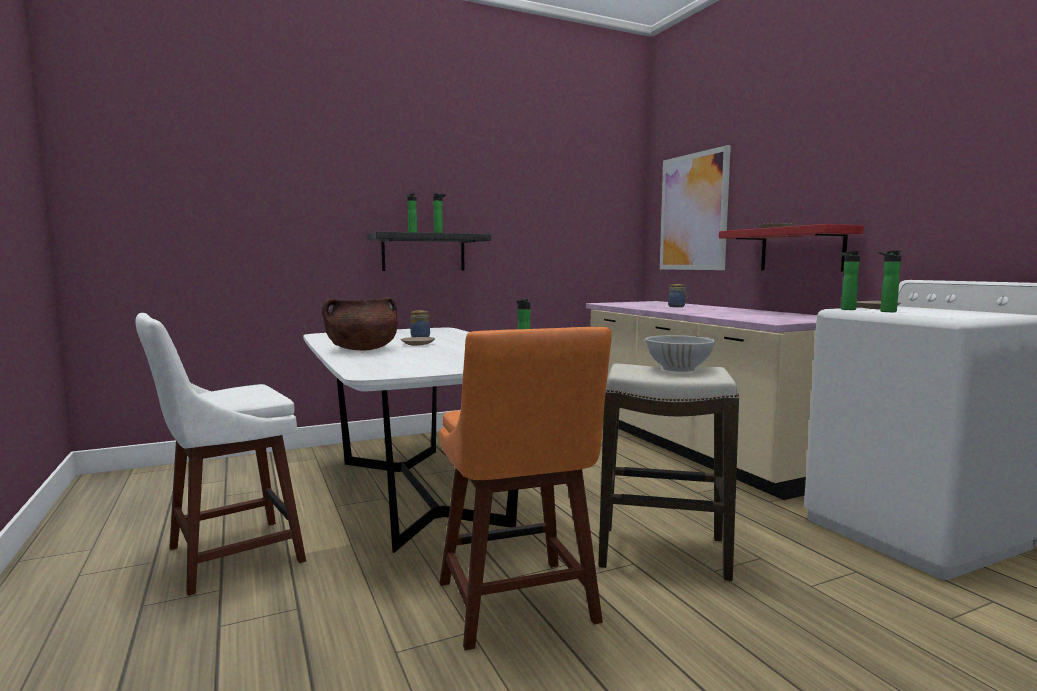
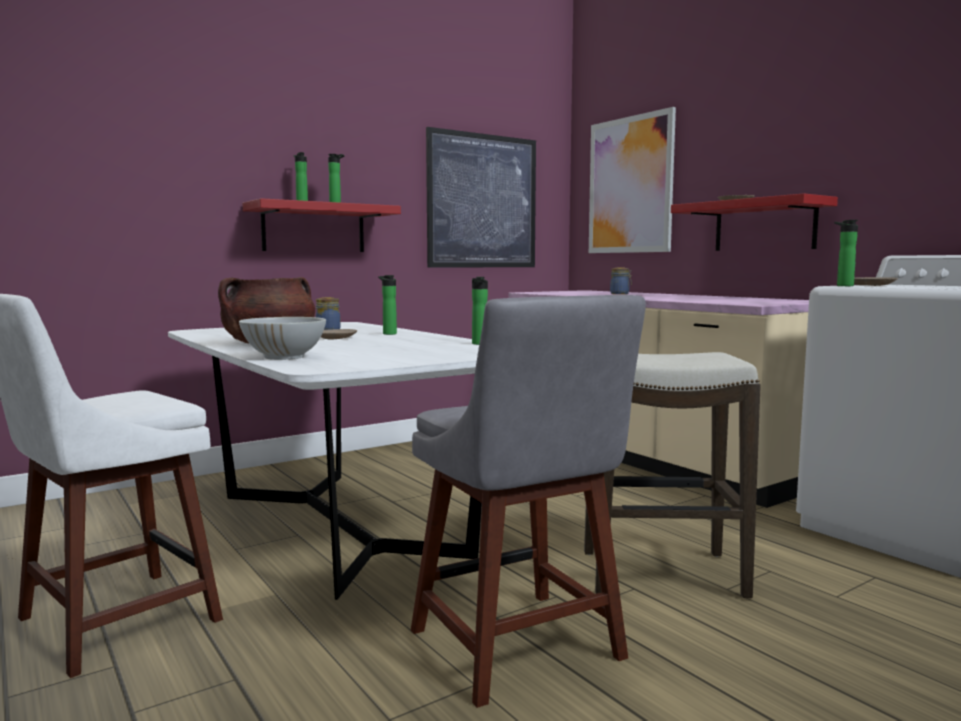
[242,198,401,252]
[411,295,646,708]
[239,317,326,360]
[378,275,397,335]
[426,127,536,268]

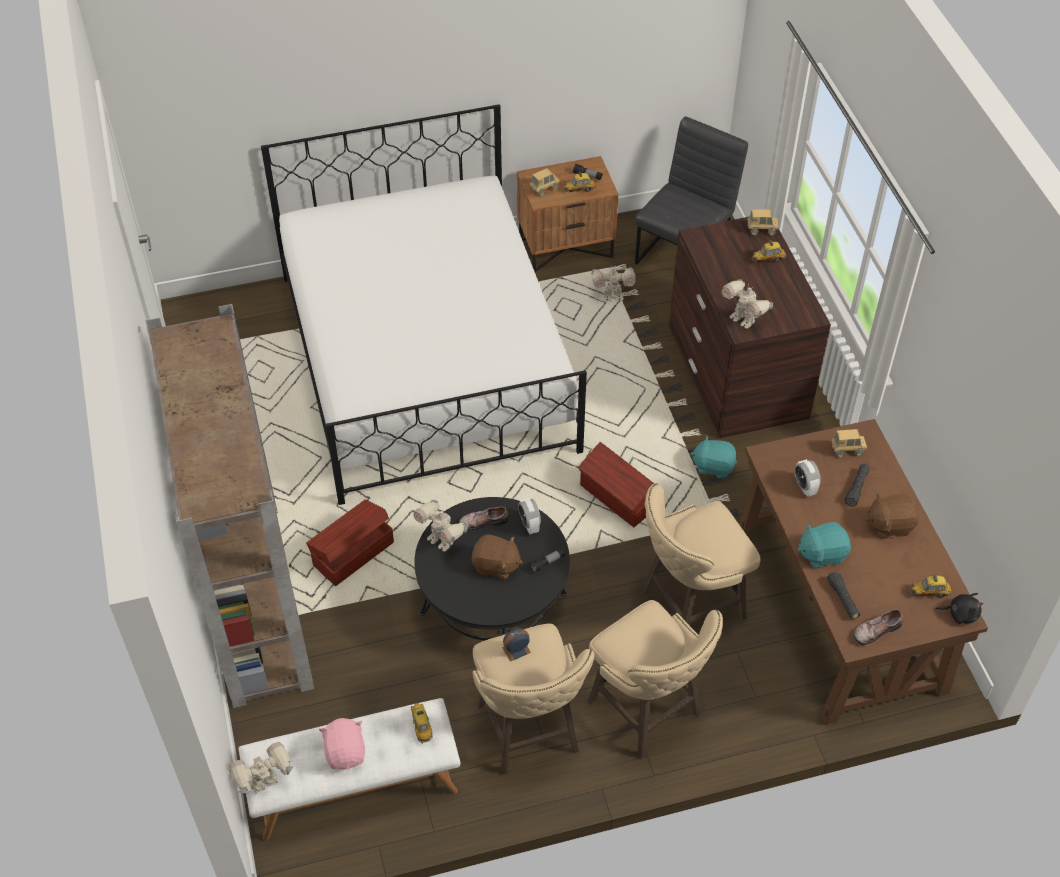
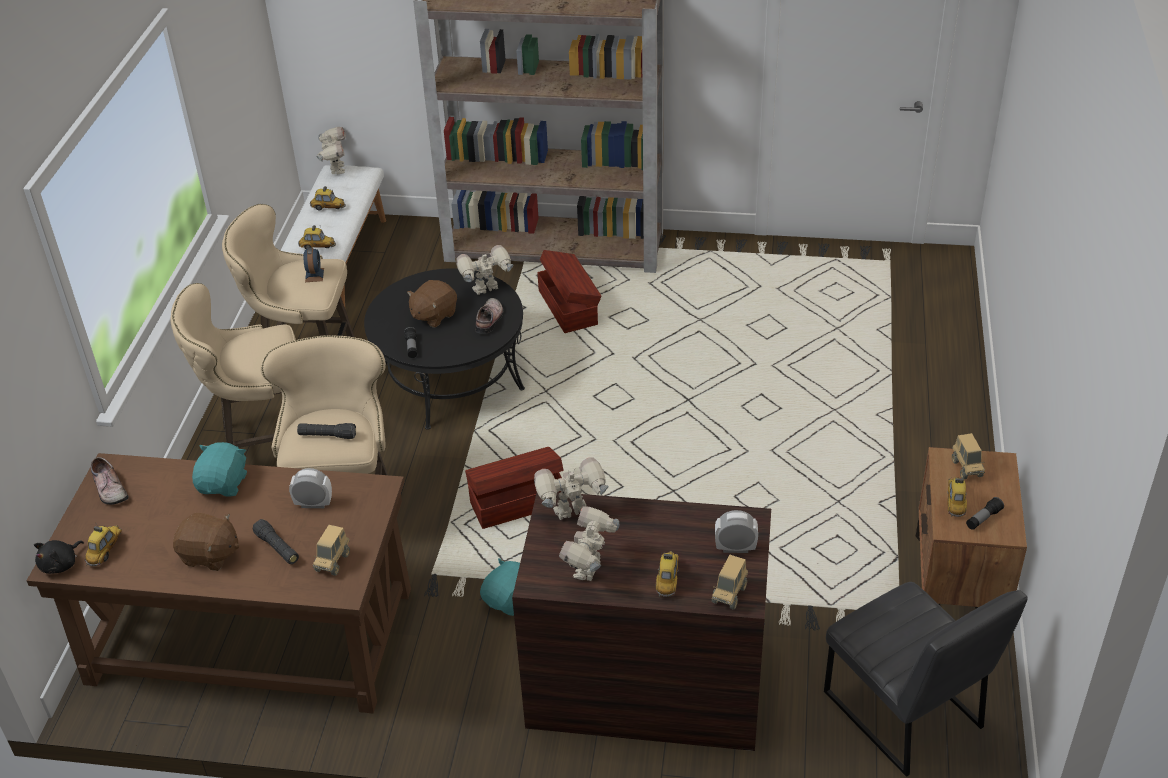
[261,104,587,505] (first image)
[310,186,346,210]
[715,510,758,553]
[559,506,619,581]
[297,423,356,439]
[91,457,129,505]
[173,513,239,571]

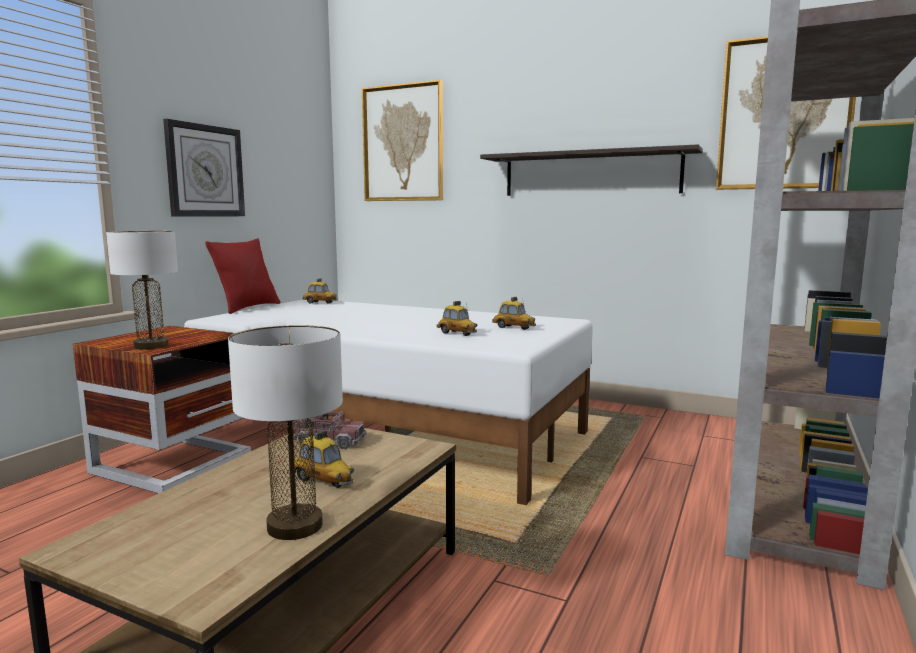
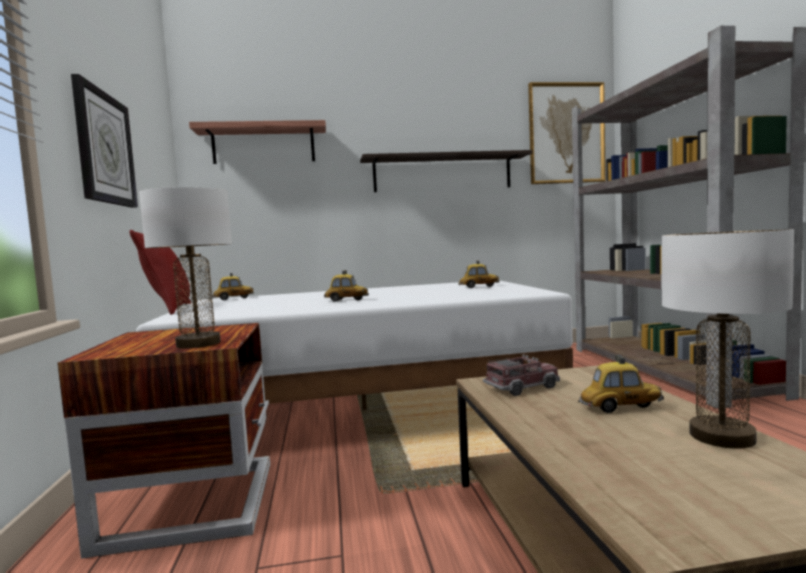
[189,120,326,164]
[324,270,369,302]

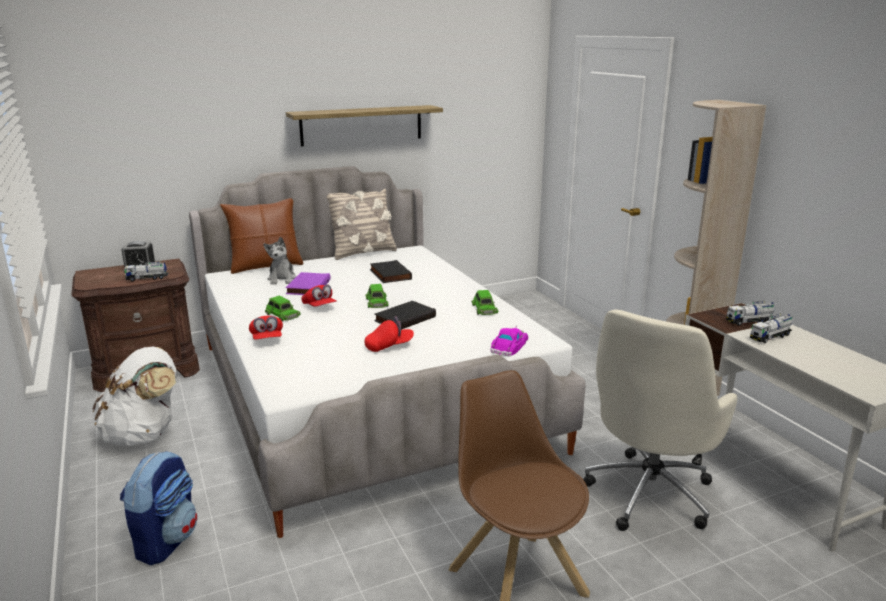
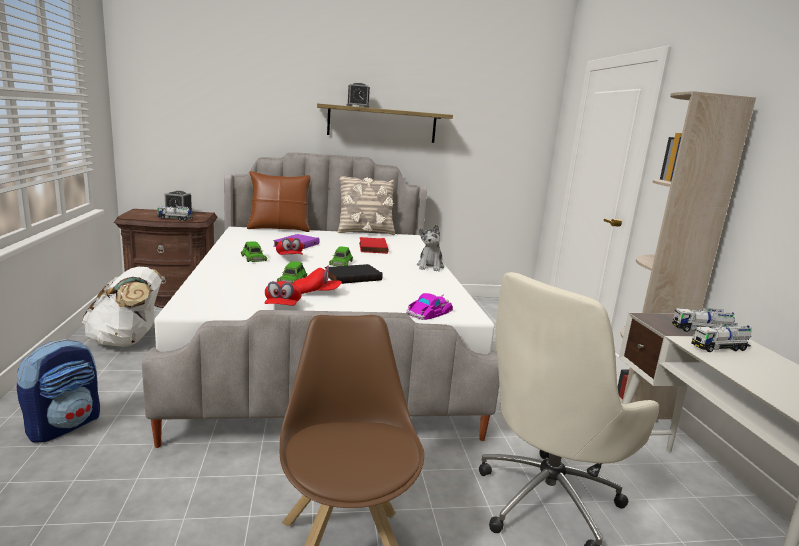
[264,281,301,306]
[417,224,444,272]
[359,237,389,254]
[277,261,307,284]
[347,83,370,108]

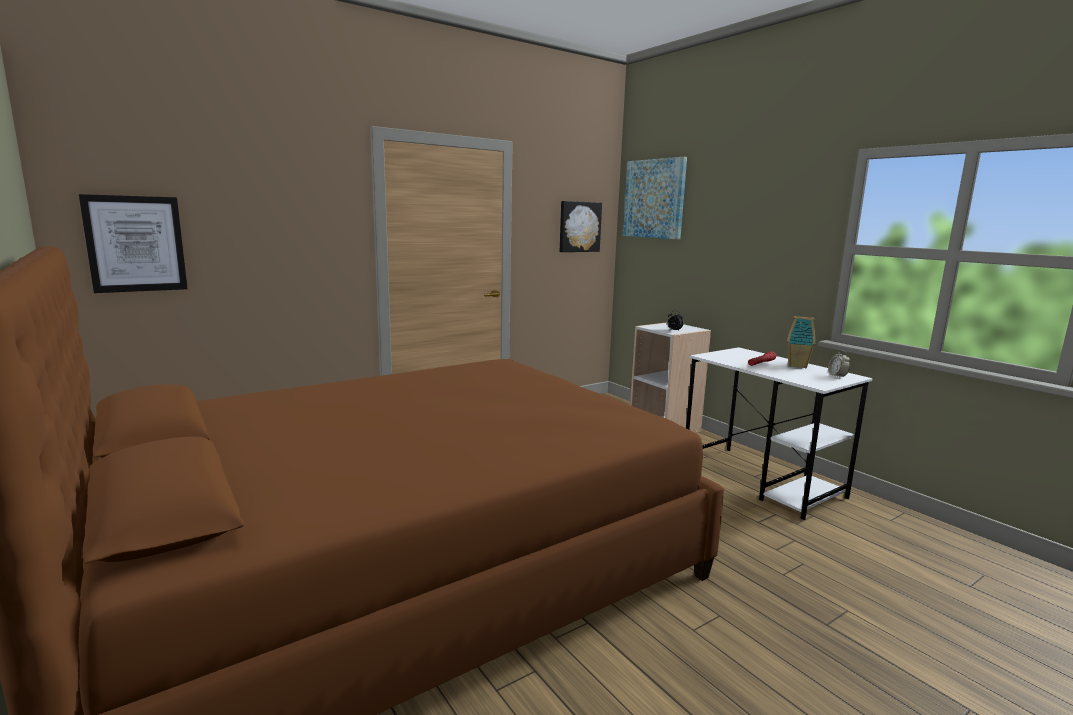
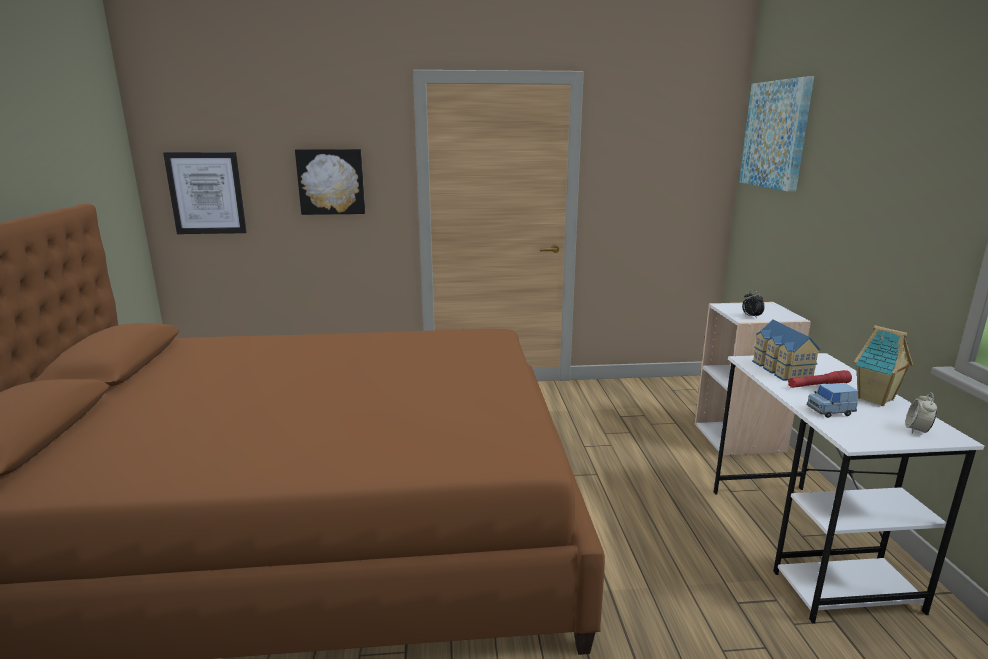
[295,149,365,215]
[752,320,820,381]
[807,383,859,418]

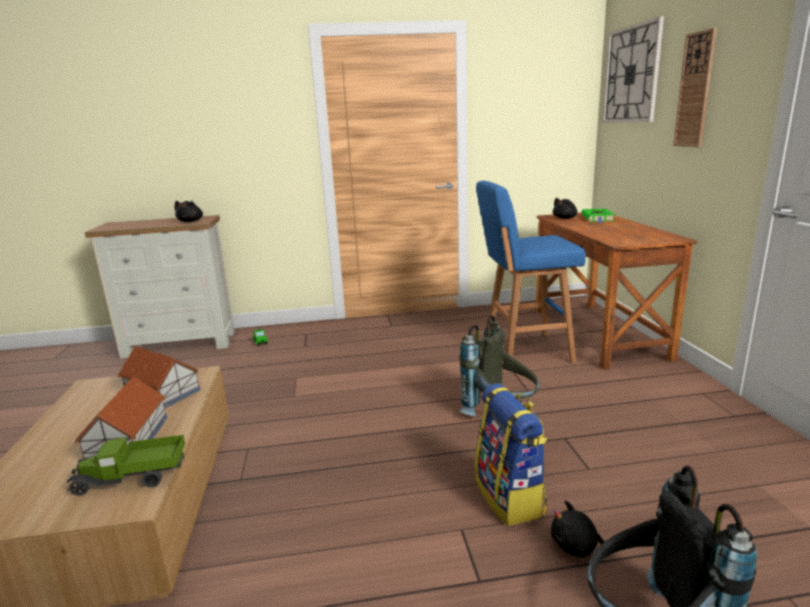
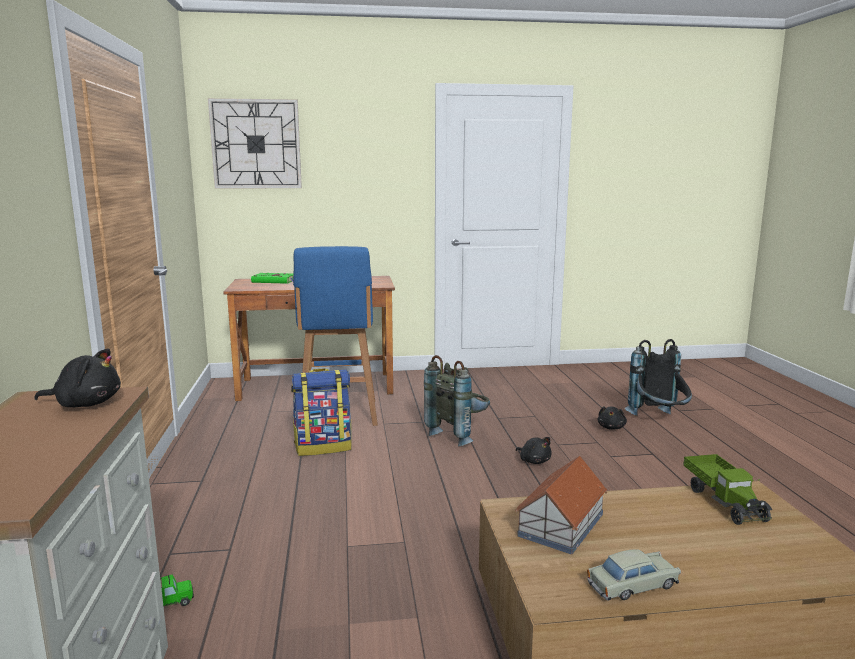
[74,376,167,458] (first image)
[291,368,352,456]
[516,437,552,464]
[673,28,717,147] (first image)
[587,549,681,601]

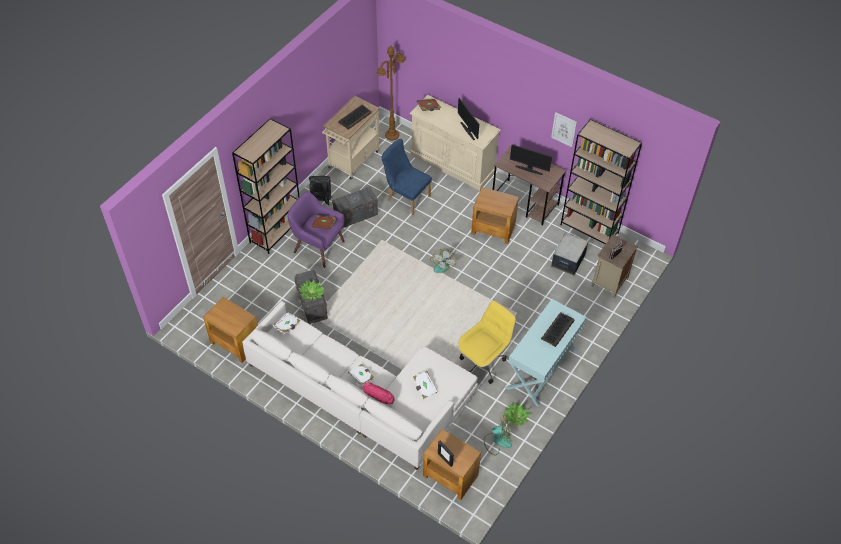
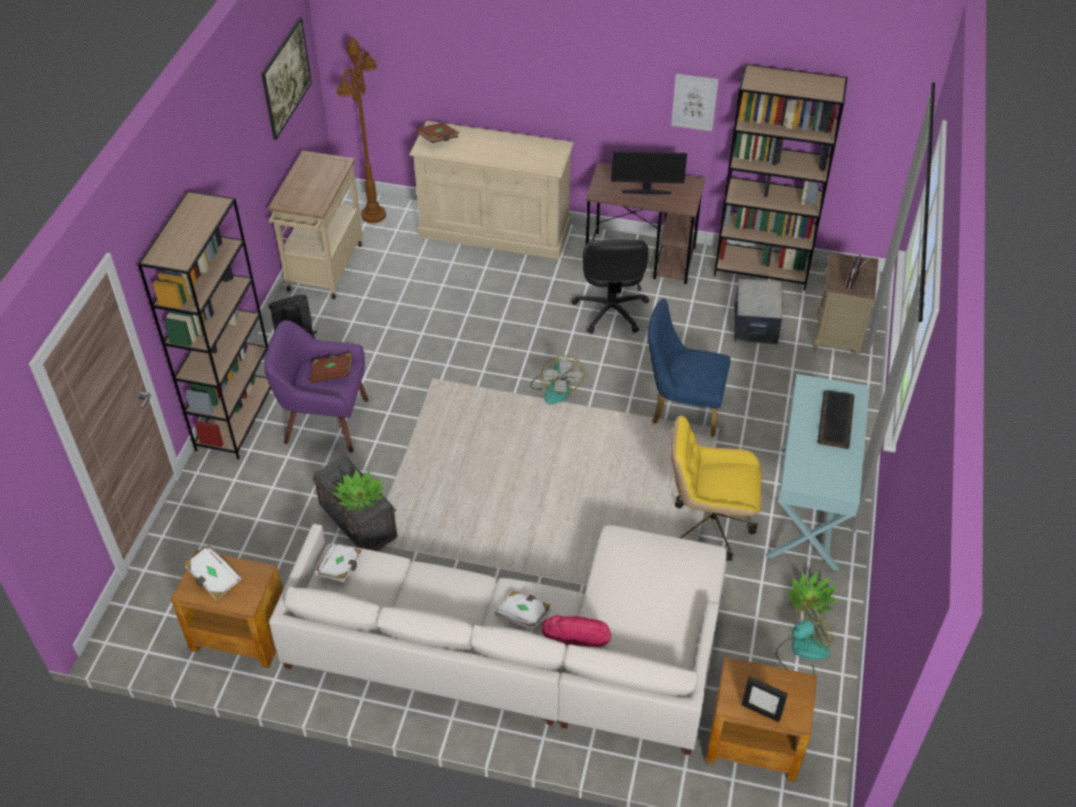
[332,187,378,228] (first image)
[338,105,372,130] (first image)
[647,298,730,437]
[184,545,242,600]
[458,98,479,140] (first image)
[671,415,762,561]
[571,240,649,334]
[261,18,312,140]

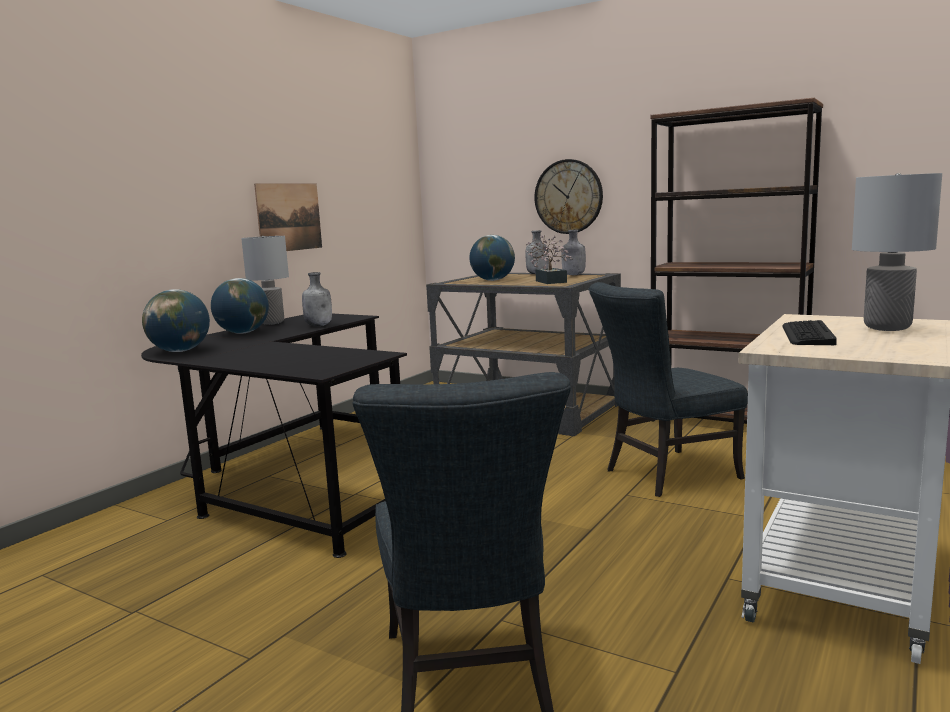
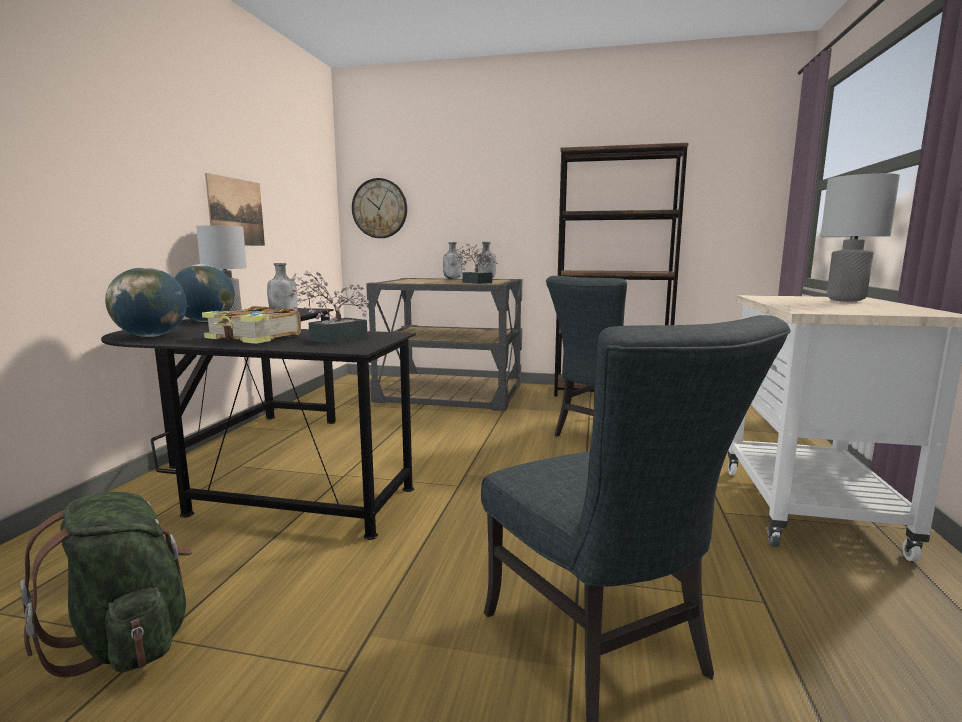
[469,235,515,281] (first image)
[352,178,407,238]
[782,320,837,345] (first image)
[20,492,193,677]
[202,306,301,344]
[290,271,369,344]

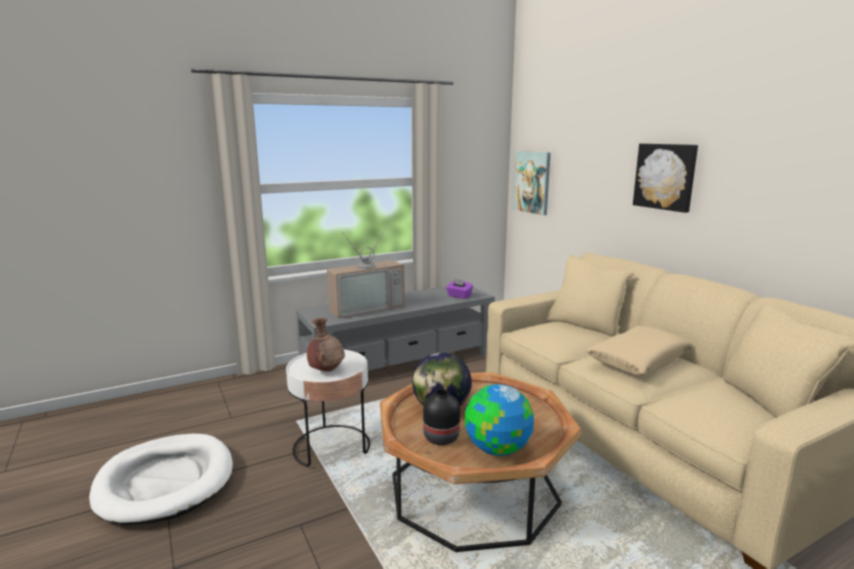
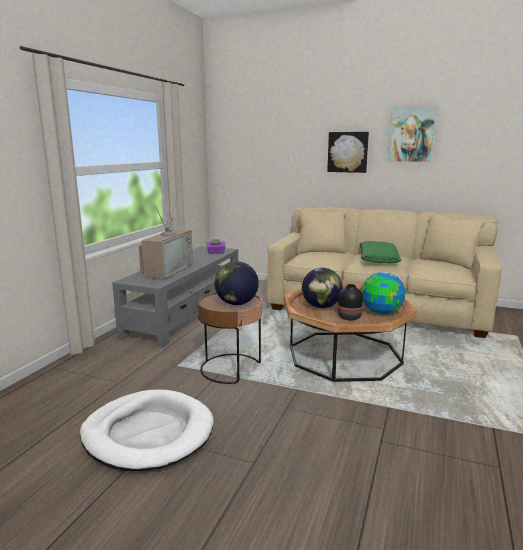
[198,292,262,384]
[215,261,259,305]
[388,107,436,162]
[359,241,401,263]

